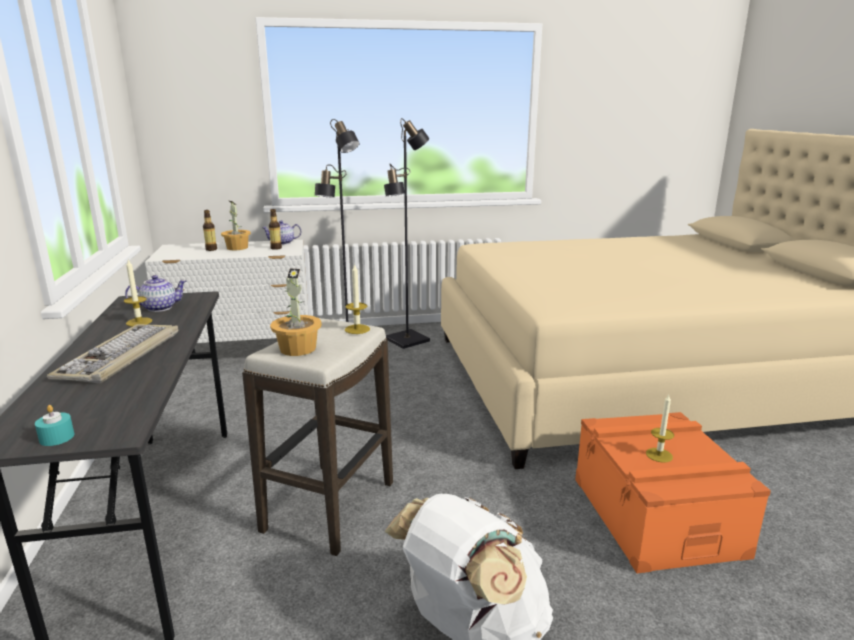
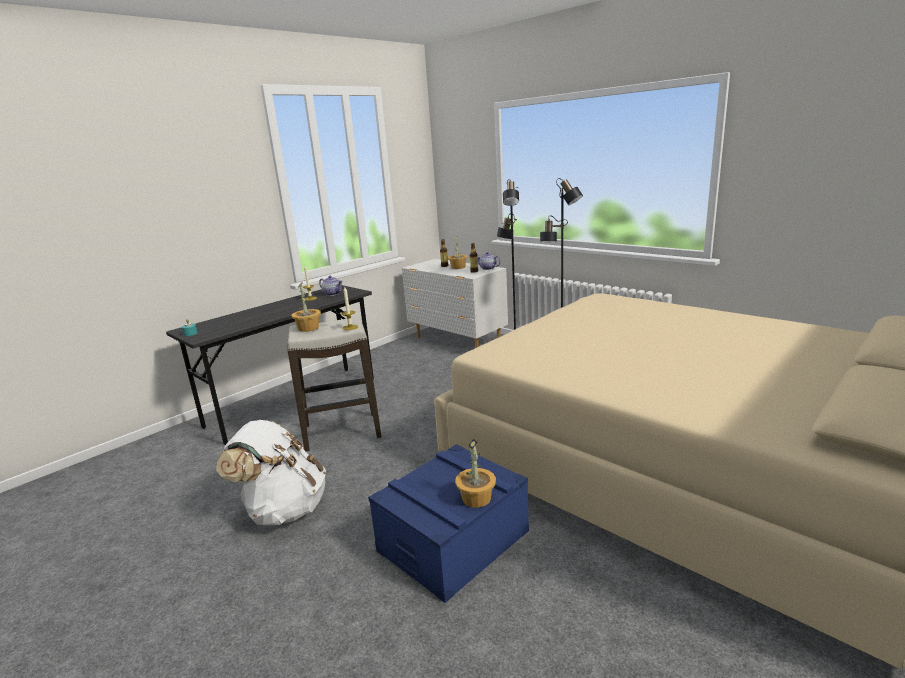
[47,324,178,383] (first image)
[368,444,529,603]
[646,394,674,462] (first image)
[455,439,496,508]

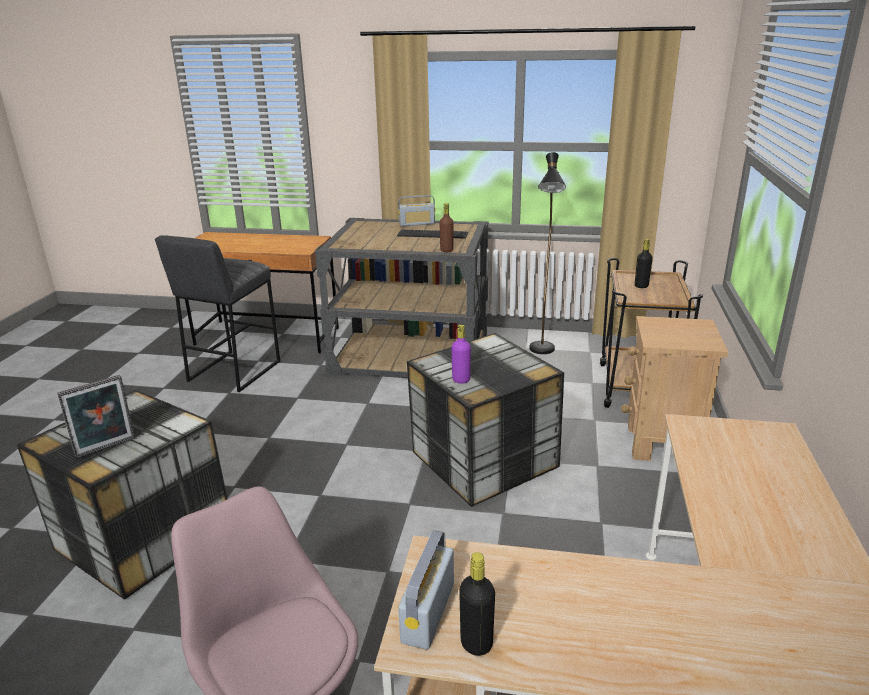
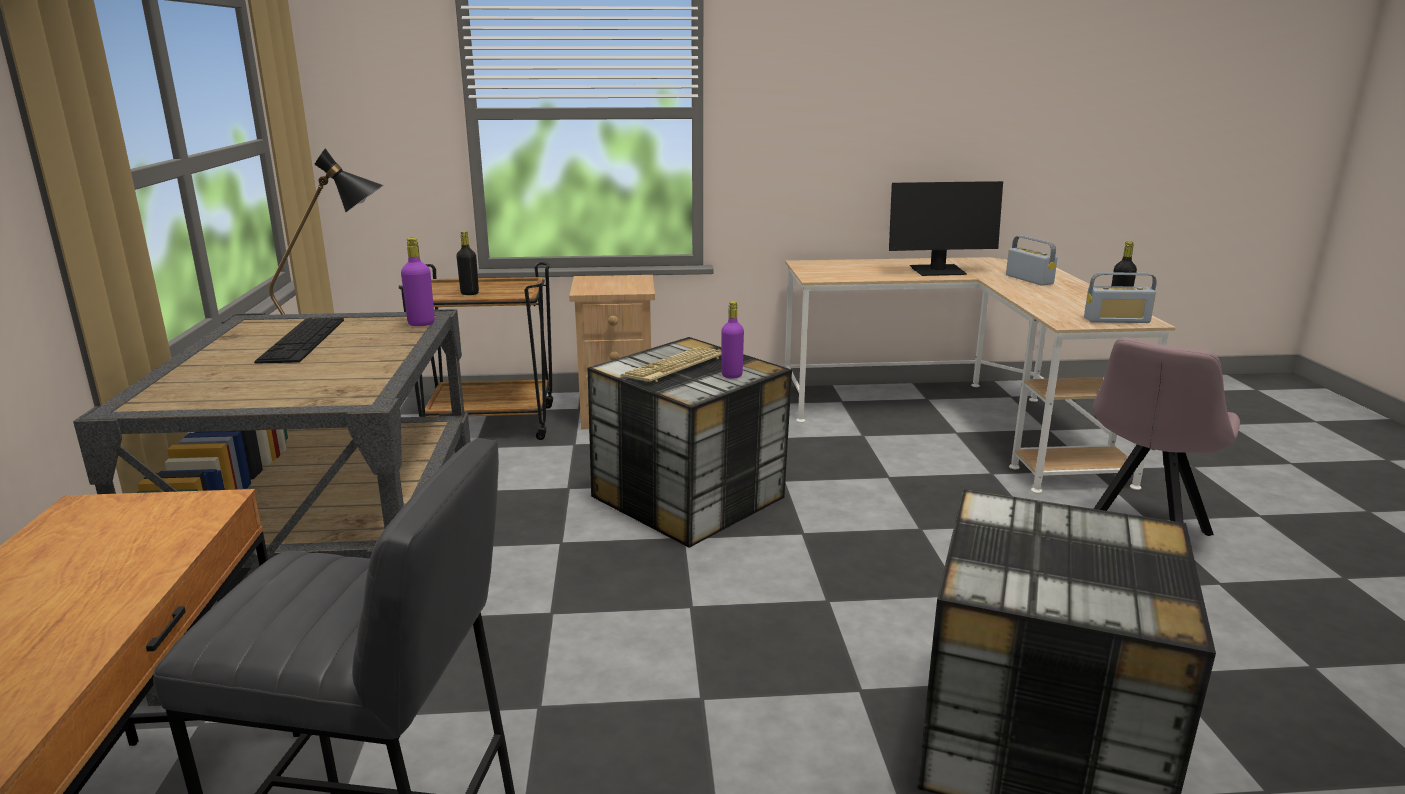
[57,375,135,458] (first image)
[1006,236,1058,286]
[401,238,435,326]
[621,347,722,382]
[889,181,1003,276]

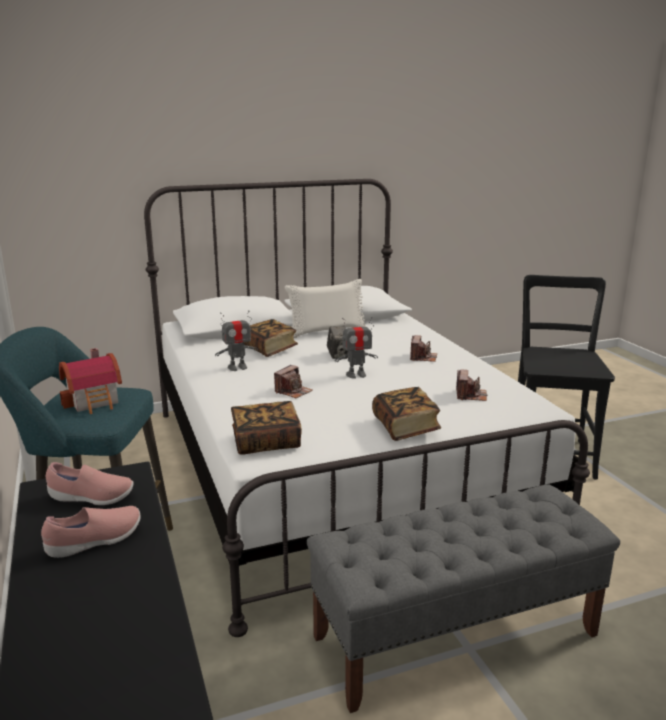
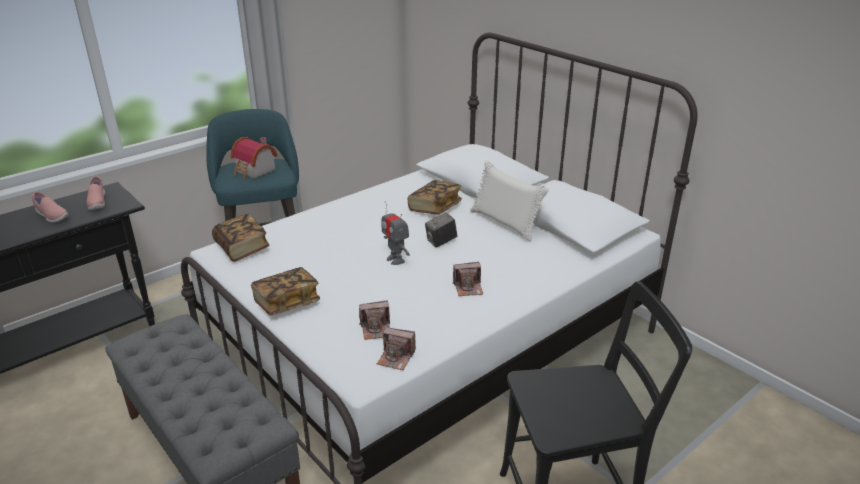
[215,312,258,371] (first image)
[377,327,416,370]

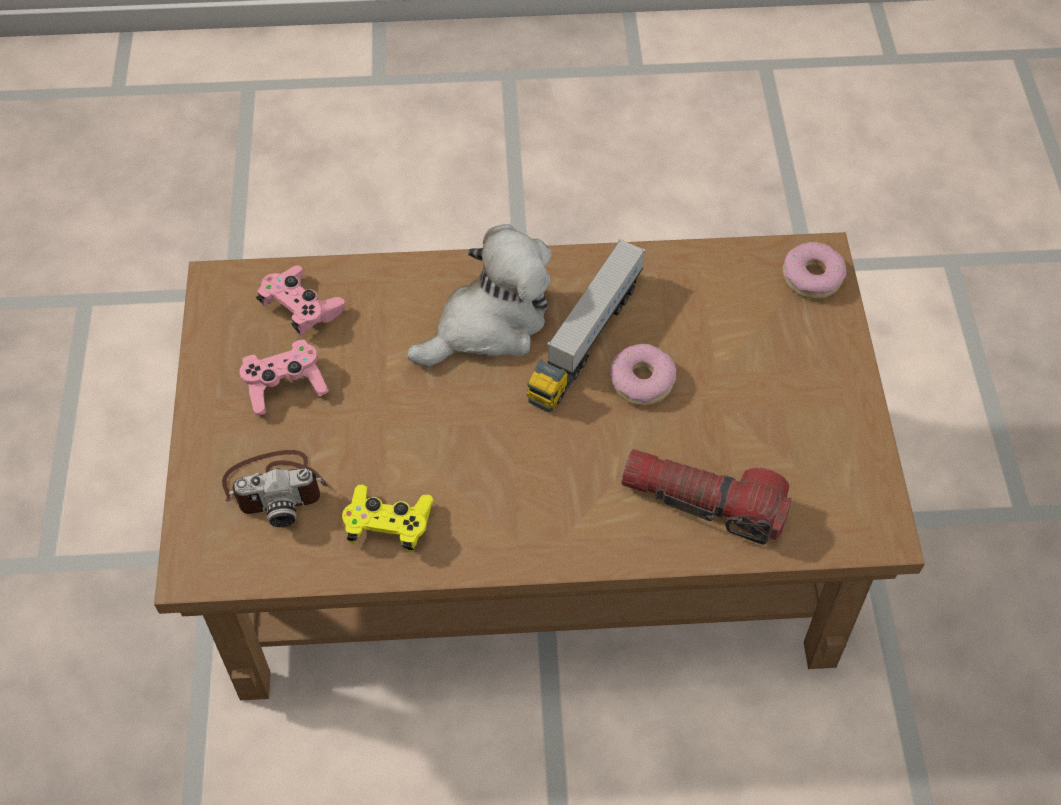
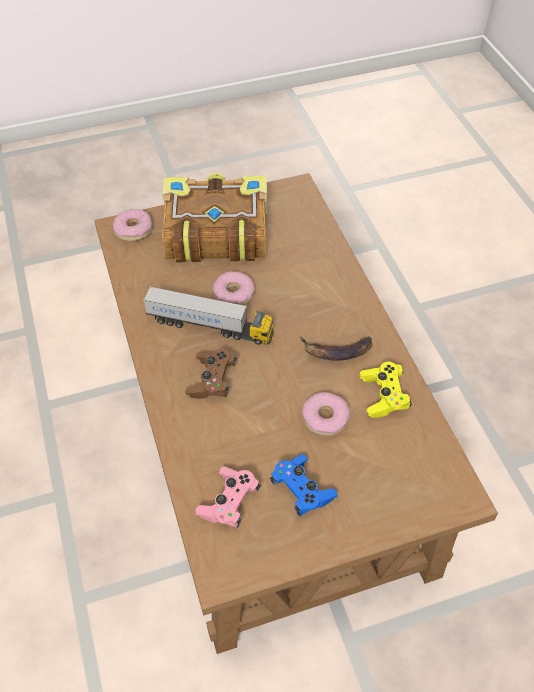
[222,450,328,527] (first image)
[270,454,337,516]
[186,348,237,399]
[621,449,792,544] (first image)
[162,173,267,262]
[300,337,373,361]
[302,392,350,436]

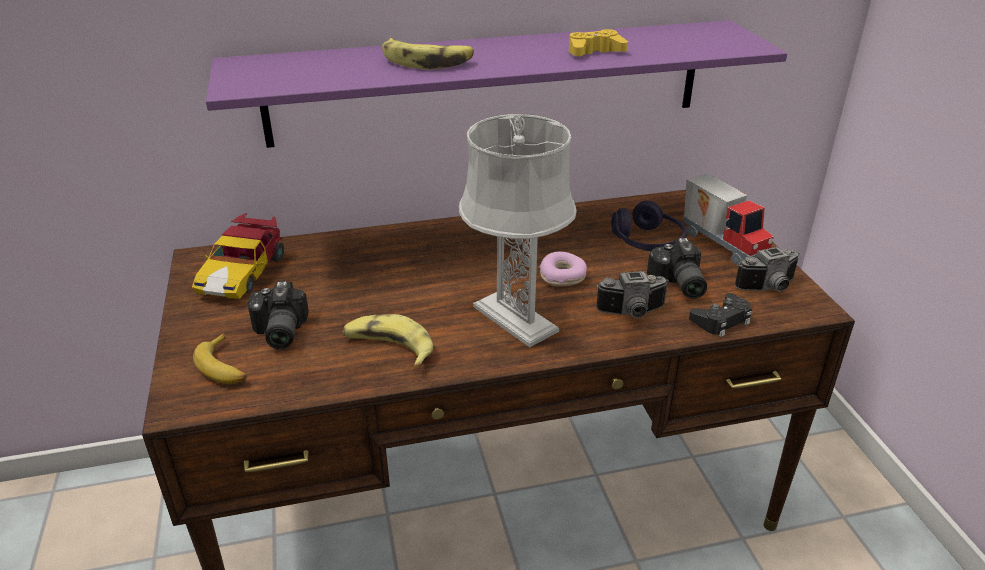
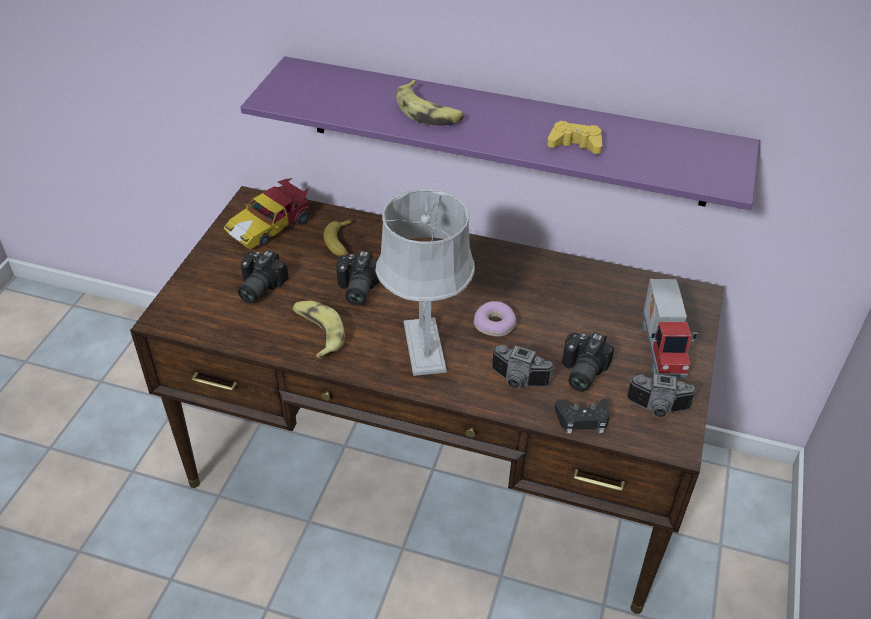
[324,219,352,257]
[611,200,687,251] (first image)
[336,251,380,305]

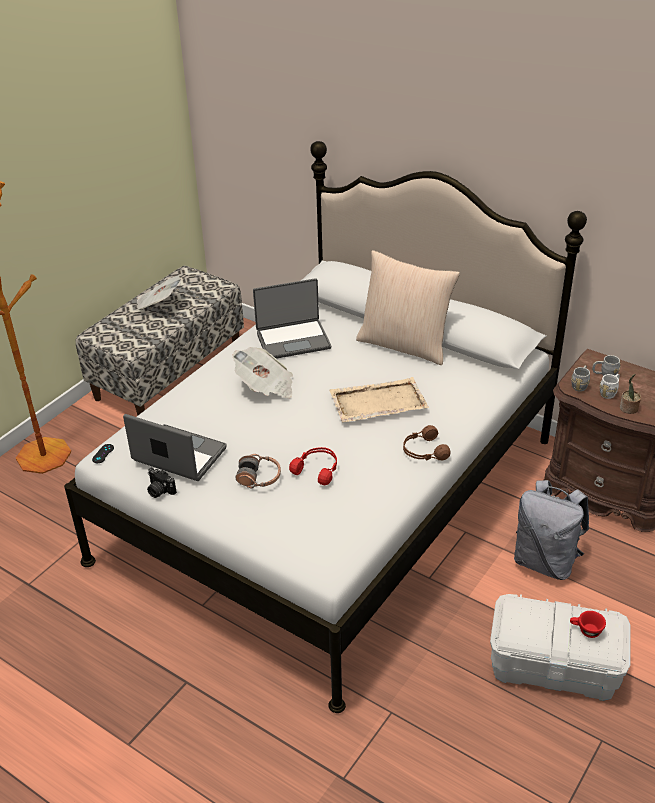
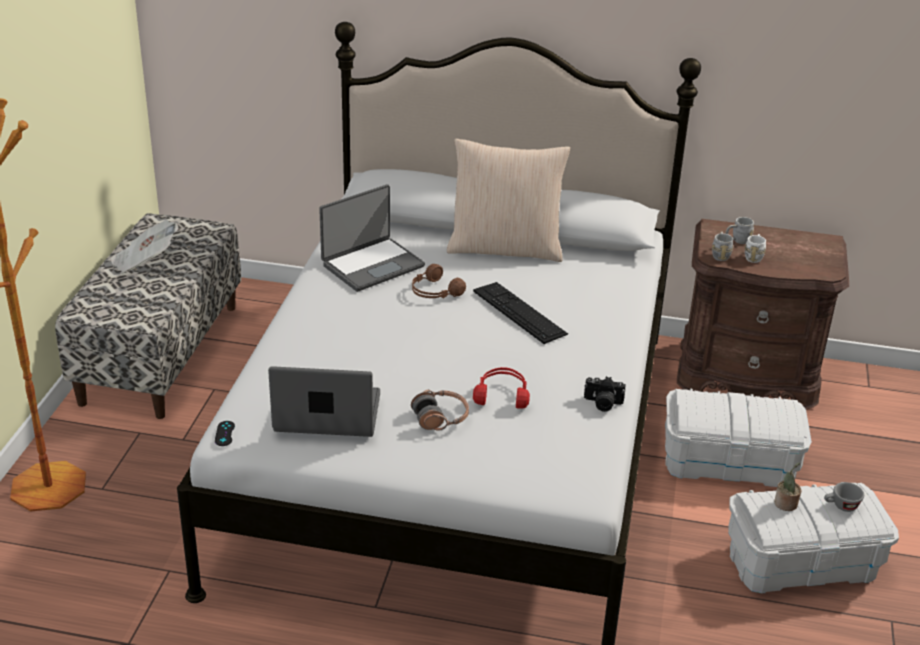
[584,376,626,412]
[232,347,293,398] (first image)
[473,282,568,344]
[412,264,466,299]
[665,389,812,487]
[824,482,864,512]
[774,462,801,511]

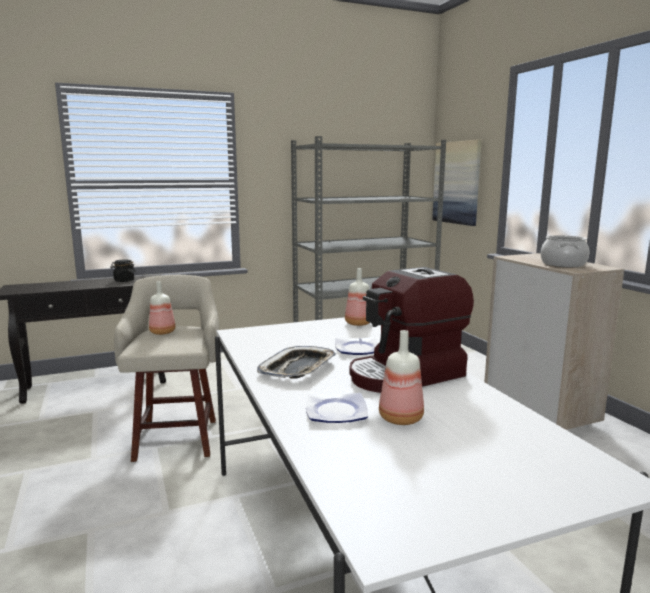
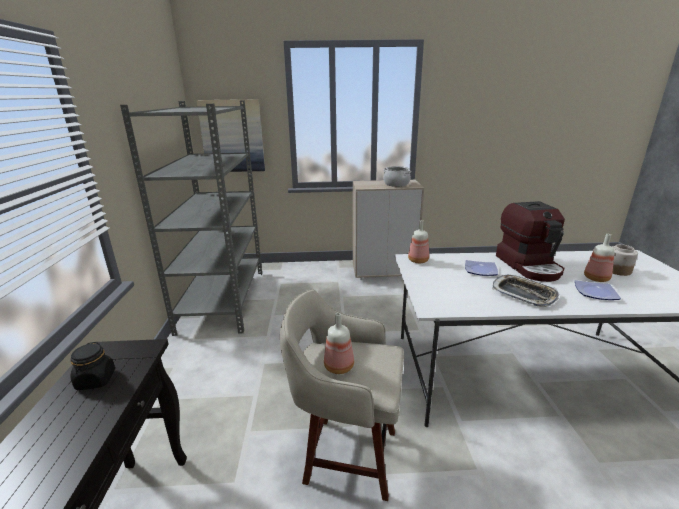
[612,244,638,276]

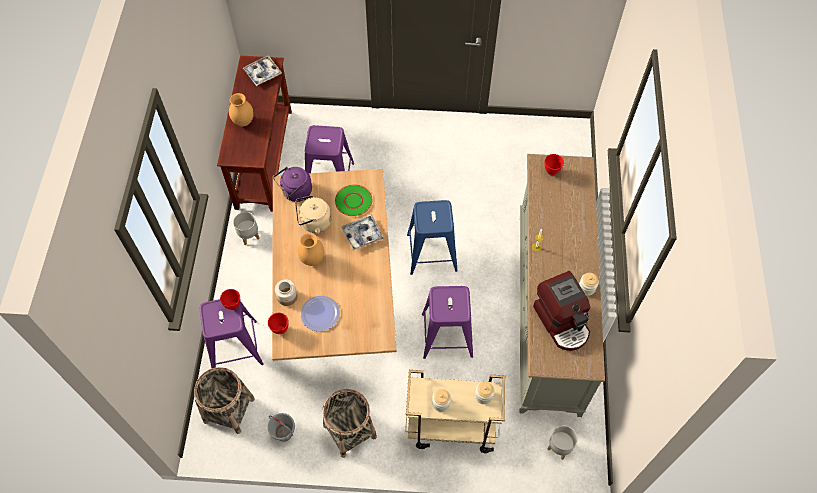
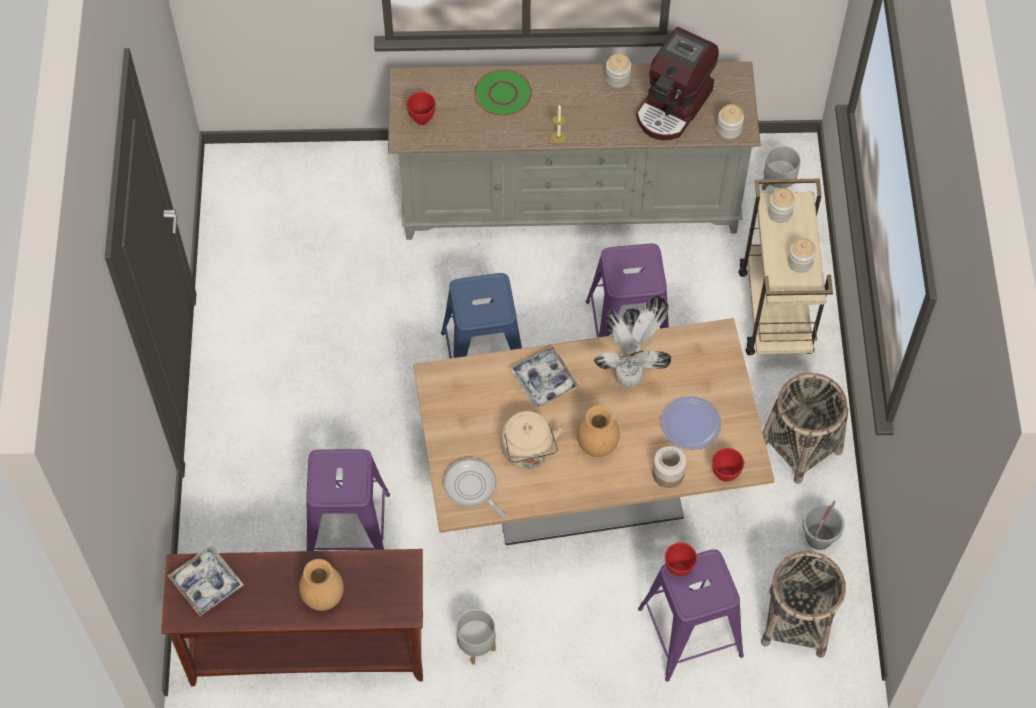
[444,458,509,520]
[474,69,532,116]
[636,27,719,140]
[594,296,671,389]
[717,104,744,139]

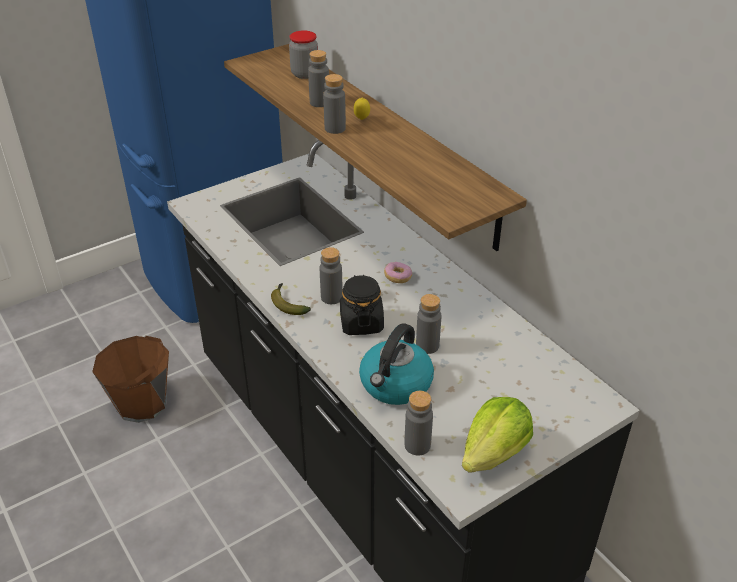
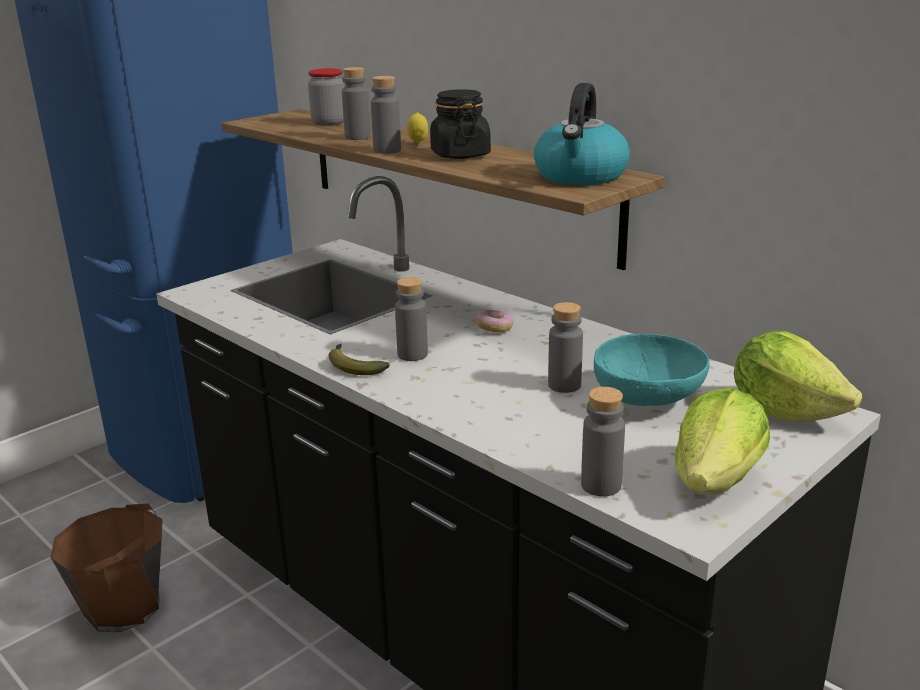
[430,89,491,159]
[534,83,630,185]
[594,334,710,406]
[734,331,862,422]

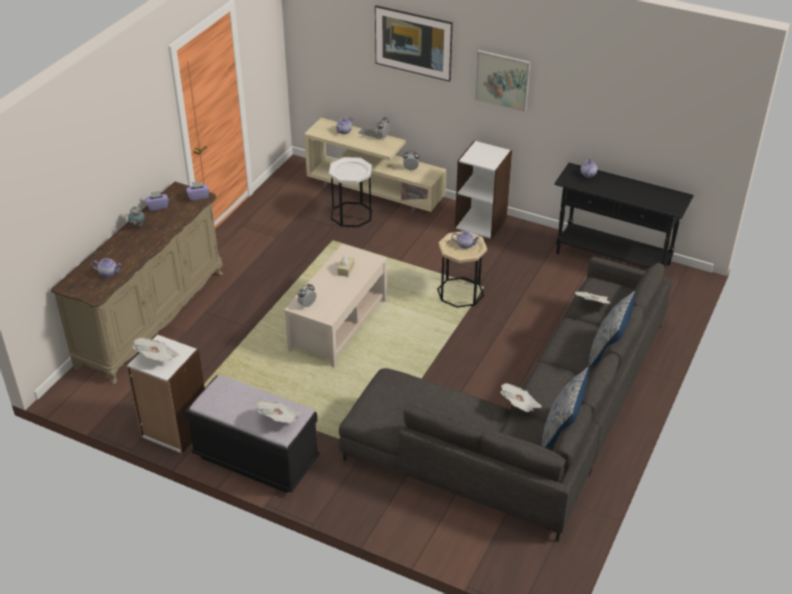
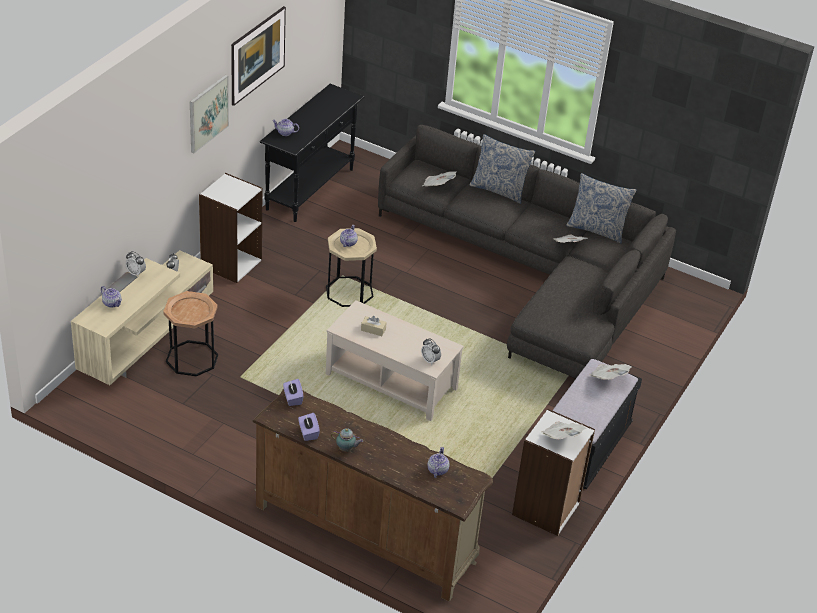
[163,291,218,376]
[231,6,286,106]

